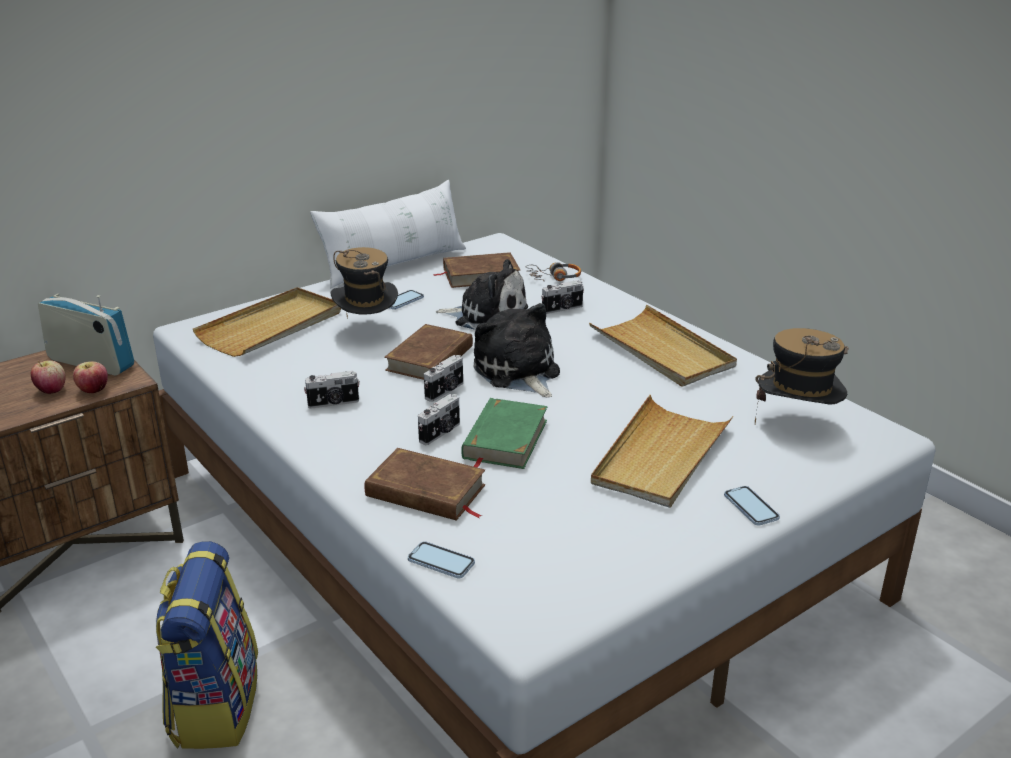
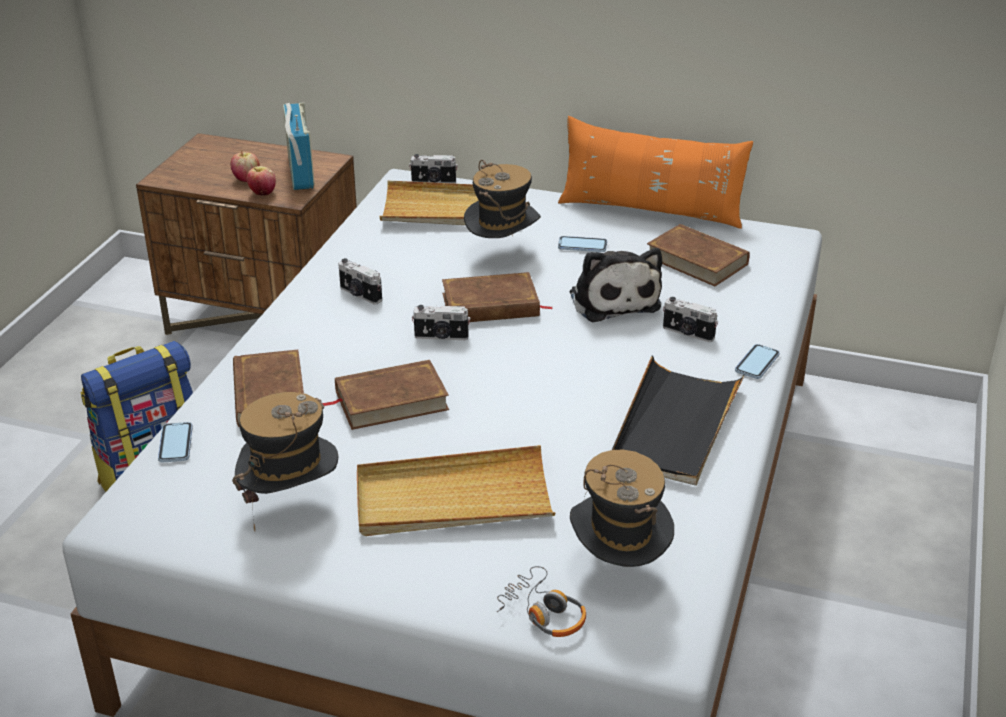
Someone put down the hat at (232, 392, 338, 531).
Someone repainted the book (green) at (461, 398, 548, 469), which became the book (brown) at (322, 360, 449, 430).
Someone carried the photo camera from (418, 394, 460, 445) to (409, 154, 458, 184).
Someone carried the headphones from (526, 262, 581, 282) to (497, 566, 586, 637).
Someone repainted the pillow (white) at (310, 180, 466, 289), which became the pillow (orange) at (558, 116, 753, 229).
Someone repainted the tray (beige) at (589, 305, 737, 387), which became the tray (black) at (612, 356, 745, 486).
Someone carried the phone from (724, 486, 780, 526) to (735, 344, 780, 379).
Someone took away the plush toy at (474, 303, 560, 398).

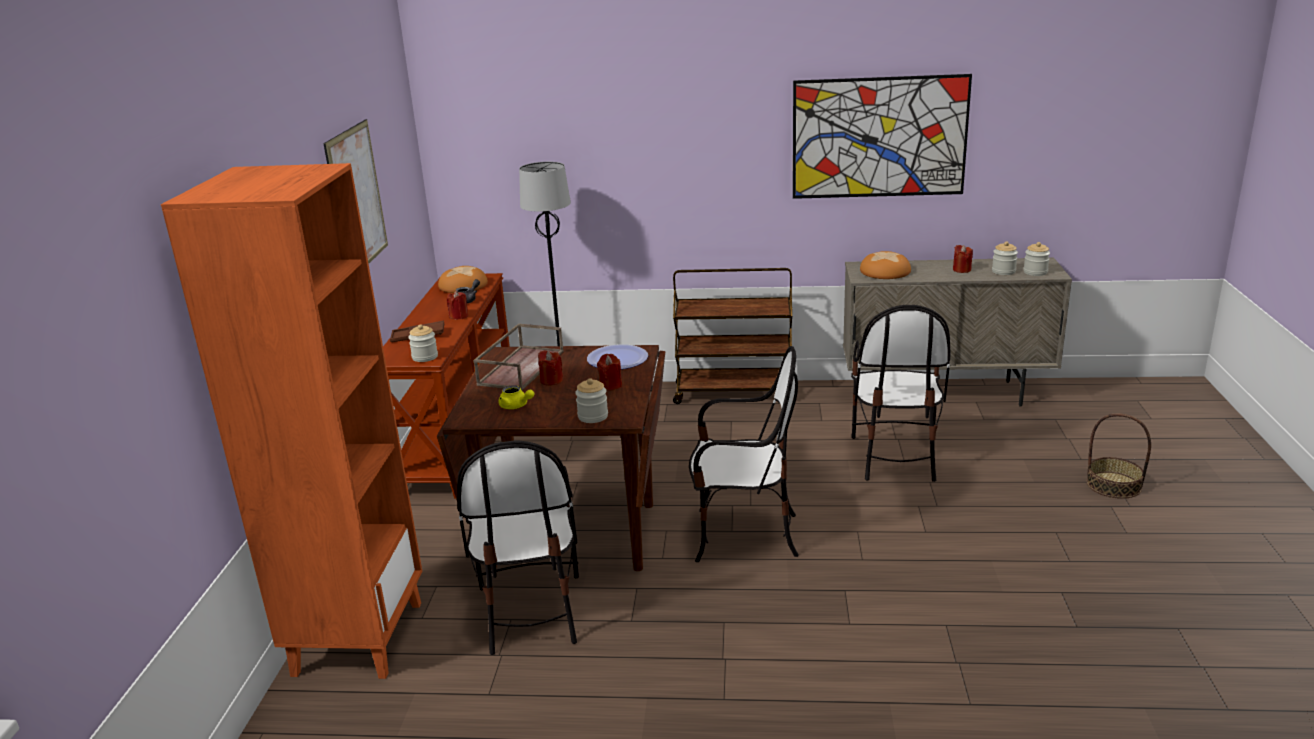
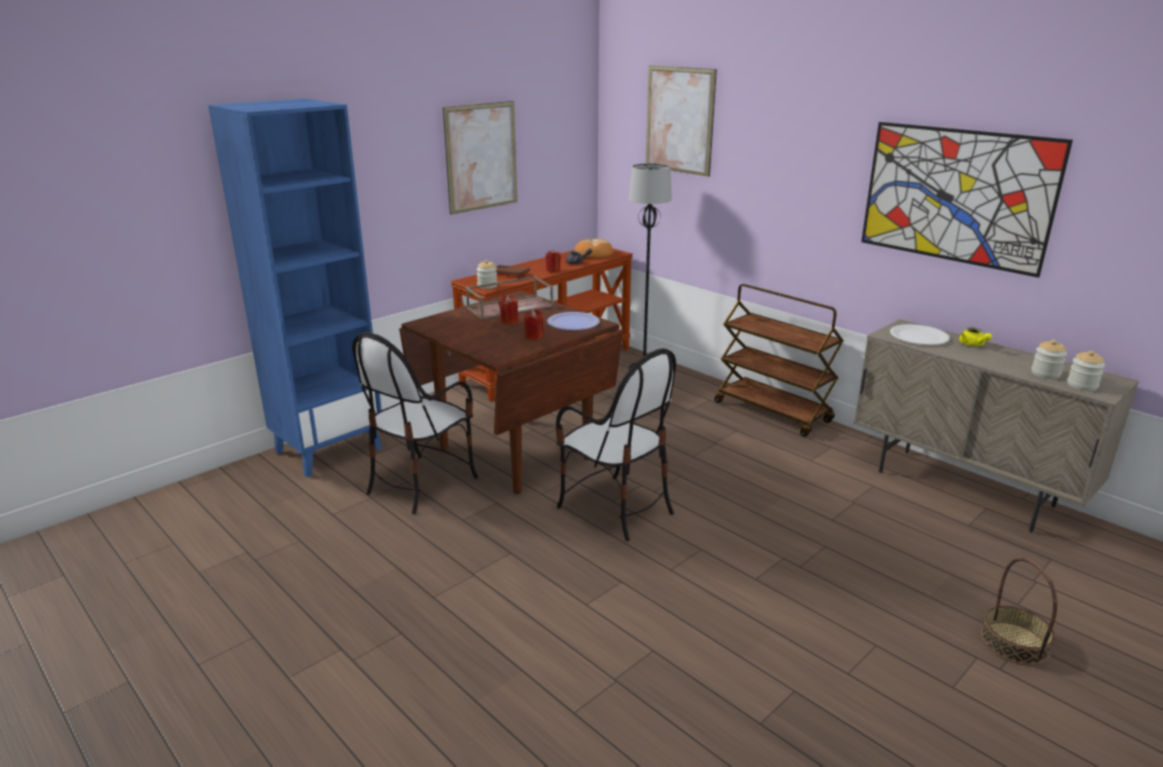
Someone repainted the bookcase (orange) at (161, 163, 422, 679), which became the bookcase (blue) at (208, 99, 382, 477).
Someone put up the picture at (646, 66, 717, 177).
Someone swapped the bread at (860, 251, 911, 279) for the plate (white) at (890, 324, 950, 345).
Someone carried the teapot (yellow) from (499, 385, 534, 409) to (959, 327, 992, 346).
Someone took away the jar at (575, 378, 608, 423).
Someone took away the chair at (851, 305, 950, 482).
Someone took away the candle (red) at (953, 245, 973, 273).

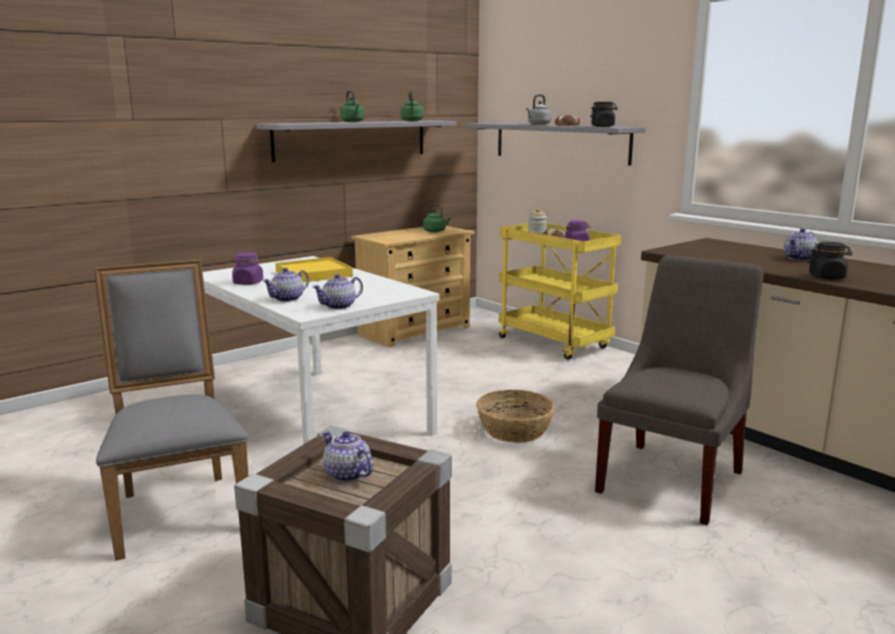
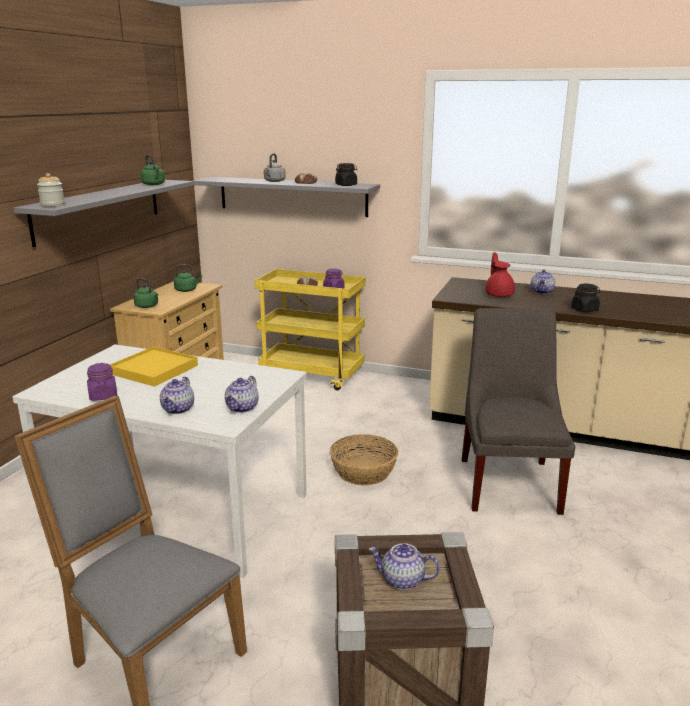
Someone carried the jar from (528, 209, 547, 234) to (37, 173, 65, 207).
Someone carried the kettle (green) from (340, 90, 364, 122) to (133, 278, 158, 308).
Someone put down the teapot (red) at (485, 252, 515, 297).

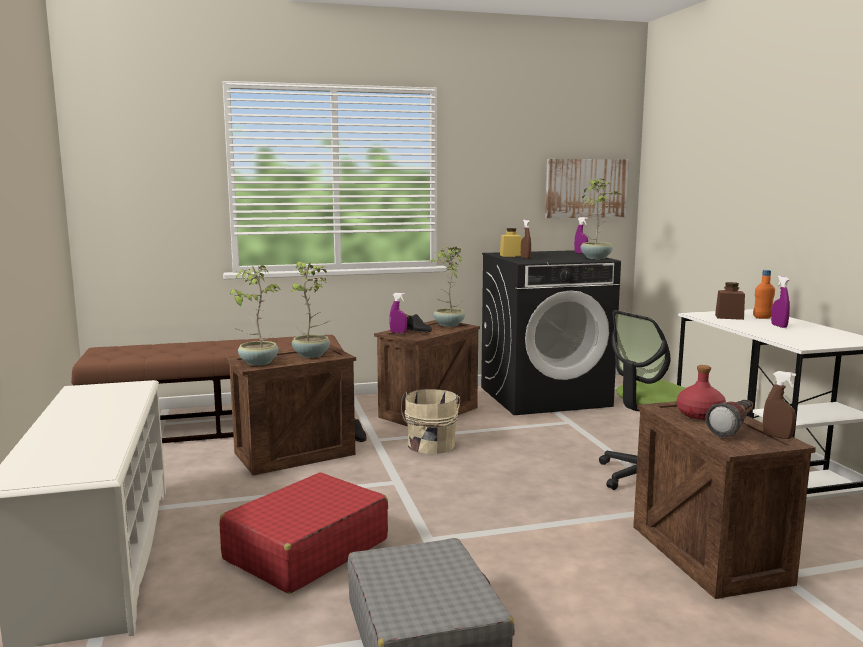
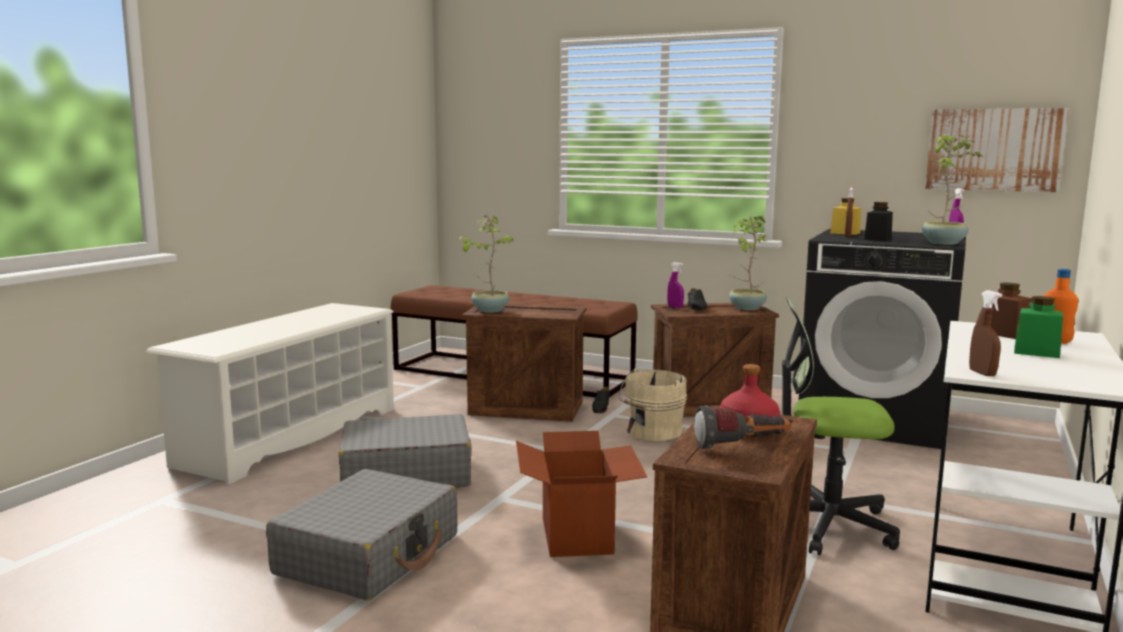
Someone repainted the suitcase (red) at (220, 473, 388, 594), which became the suitcase (grey) at (339, 414, 472, 487).
Someone put down the cardboard box at (516, 431, 647, 557).
Someone put down the jar (black) at (864, 202, 893, 241).
Someone carried the spray bottle (brown) from (763, 371, 796, 439) to (969, 290, 1002, 376).
Someone swapped the spray bottle (purple) at (771, 276, 790, 328) for the jar (green) at (1014, 296, 1063, 358).
Someone took away the potted plant at (292, 261, 330, 358).

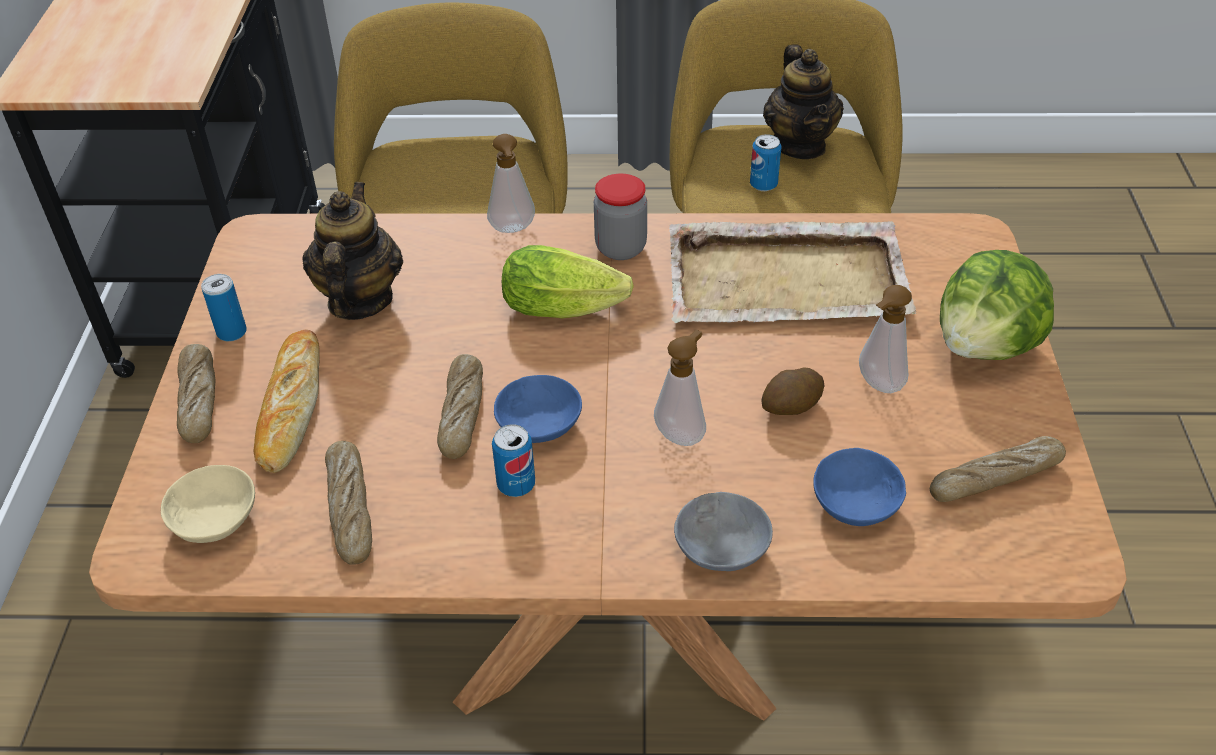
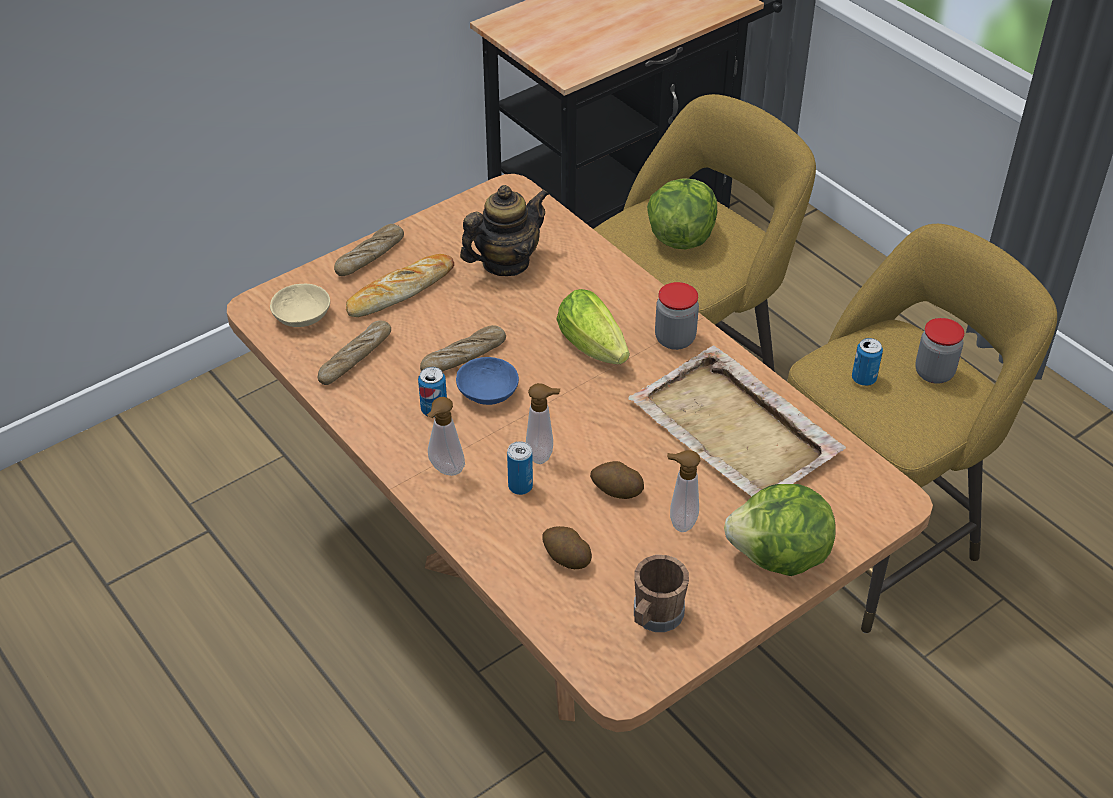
Someone carried the soap dispenser from (487, 134, 535, 233) to (427, 397, 465, 476).
Someone carried the can from (201, 274, 247, 342) to (507, 441, 533, 495).
Someone swapped the bowl (blue) at (813, 448, 906, 526) for the potato at (542, 526, 592, 569).
Someone swapped the bread at (930, 436, 1066, 502) for the mug (brown) at (634, 555, 689, 632).
Someone put down the lettuce at (647, 179, 717, 249).
Someone swapped the teapot at (763, 44, 844, 159) for the jar at (915, 318, 964, 384).
Someone took away the bowl (grey) at (674, 492, 773, 571).

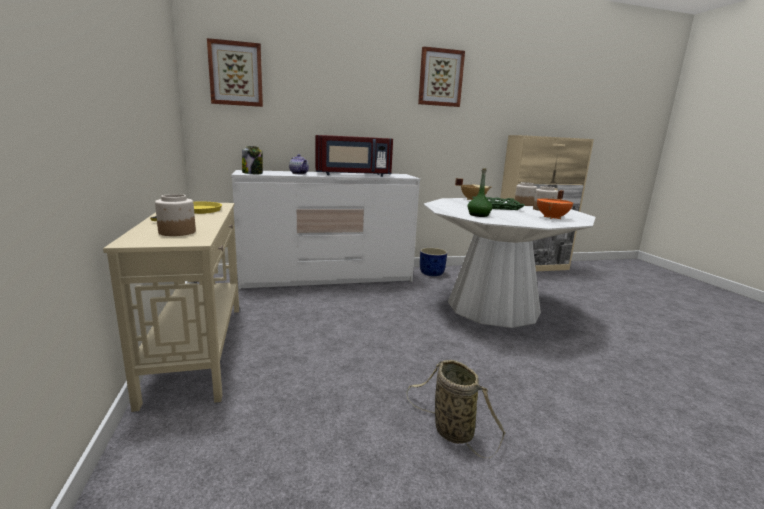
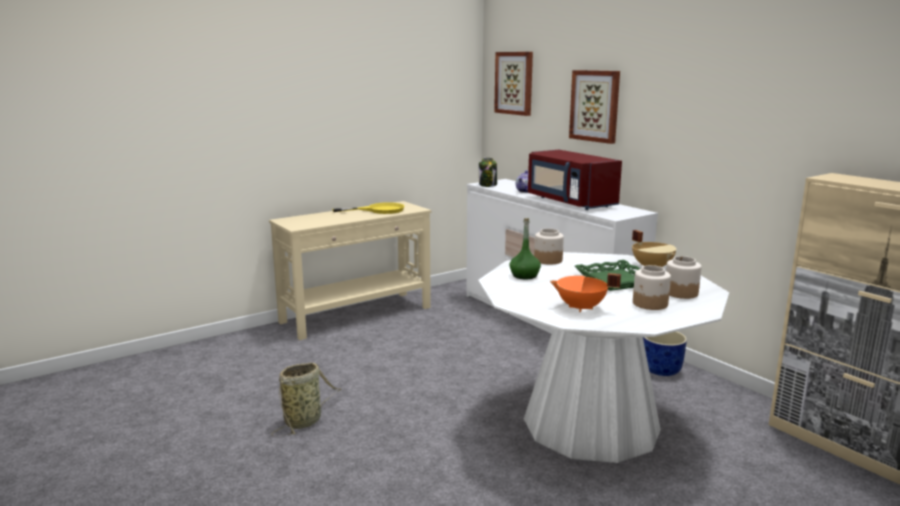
Someone carried the jar from (155, 194, 196, 236) to (534, 229, 564, 265).
Someone carried the picture from (418, 46, 465, 107) to (569, 70, 620, 144).

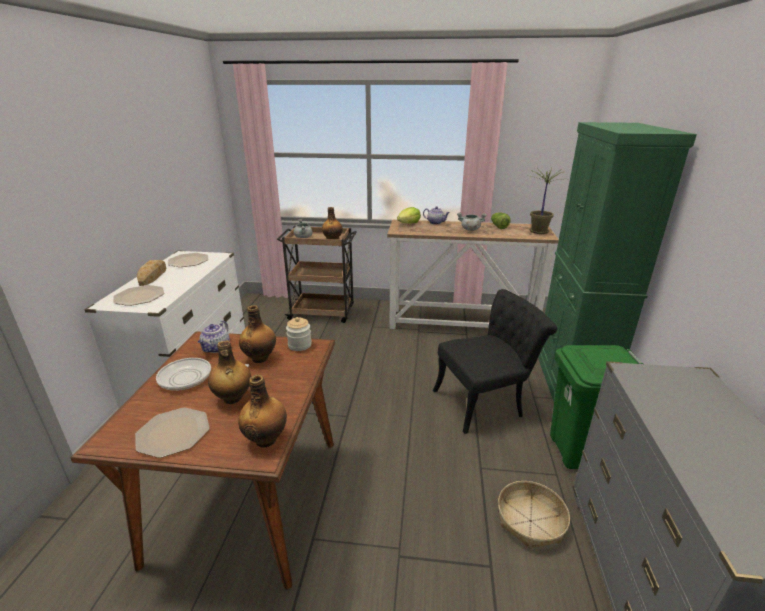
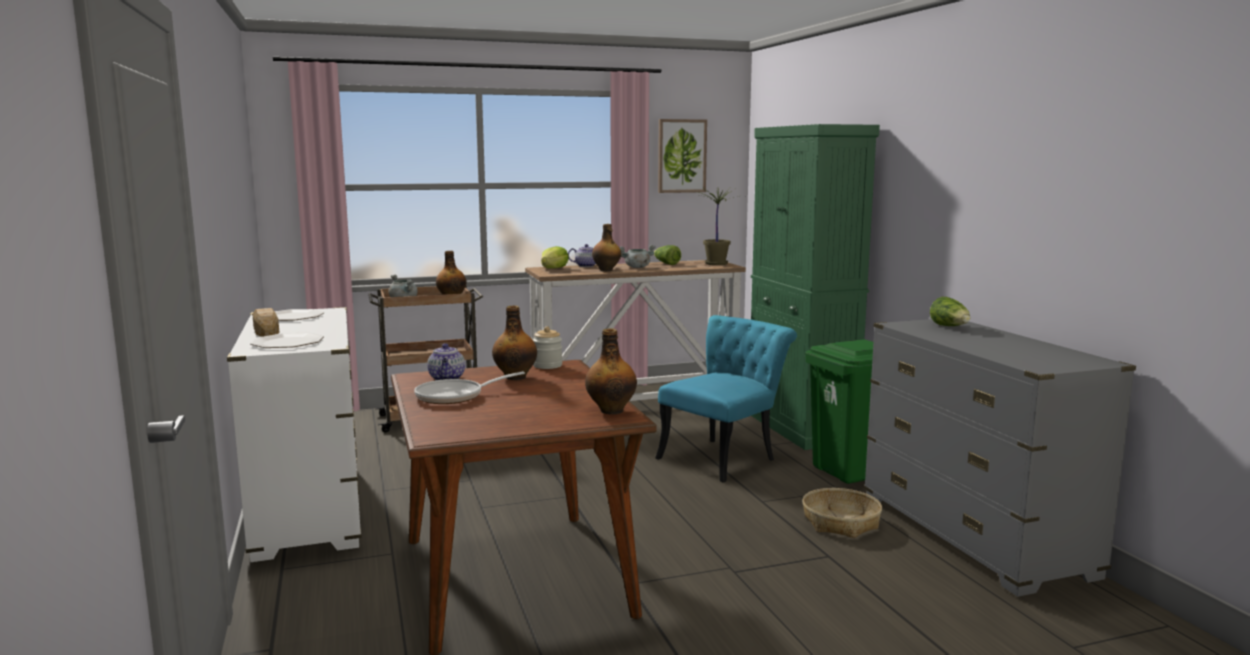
Someone carried the bottle from (208, 340, 251, 404) to (592, 224, 621, 271).
Someone repainted the chair (black) at (433, 289, 557, 434), which became the chair (turquoise) at (655, 315, 797, 482).
Someone put up the picture at (658, 119, 707, 193).
Someone put down the lettuce at (930, 297, 970, 326).
Someone took away the plate at (135, 408, 210, 458).

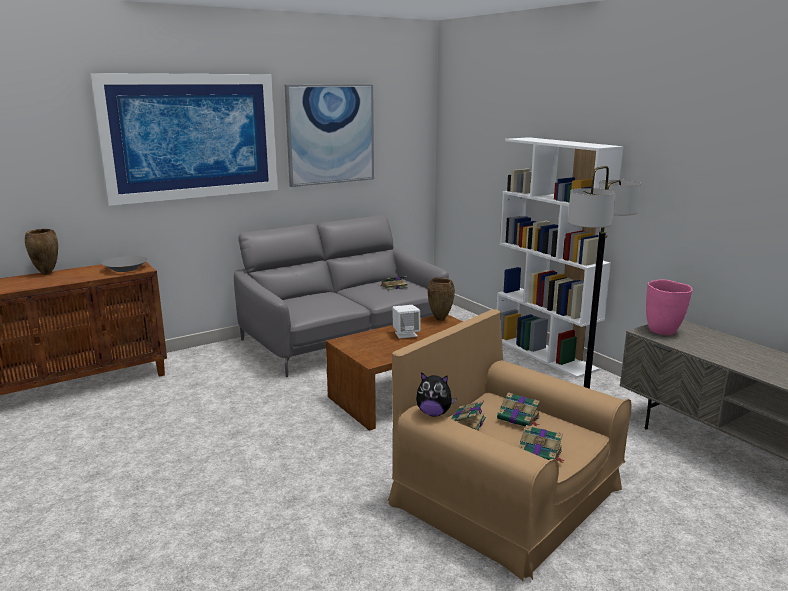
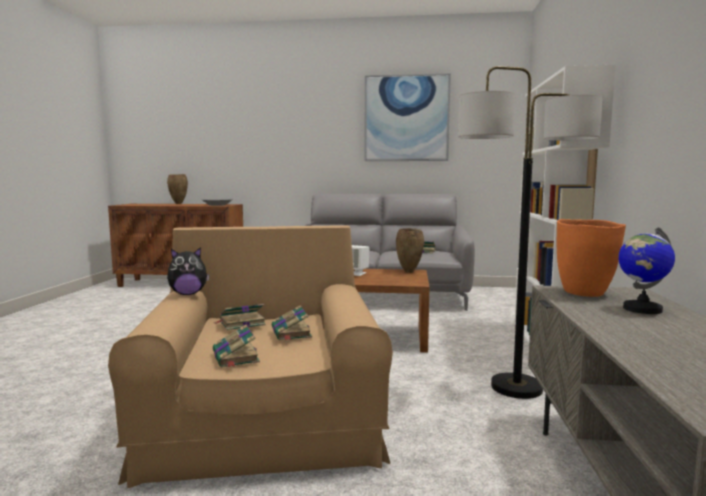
Someone rotated the plush toy at (416, 372, 457, 416) by 75 degrees counterclockwise.
Someone repainted the vase (pink) at (646, 280, 693, 335), which became the vase (orange) at (557, 219, 626, 297).
Someone put down the globe at (618, 227, 675, 314).
Someone took away the picture at (89, 73, 278, 206).

